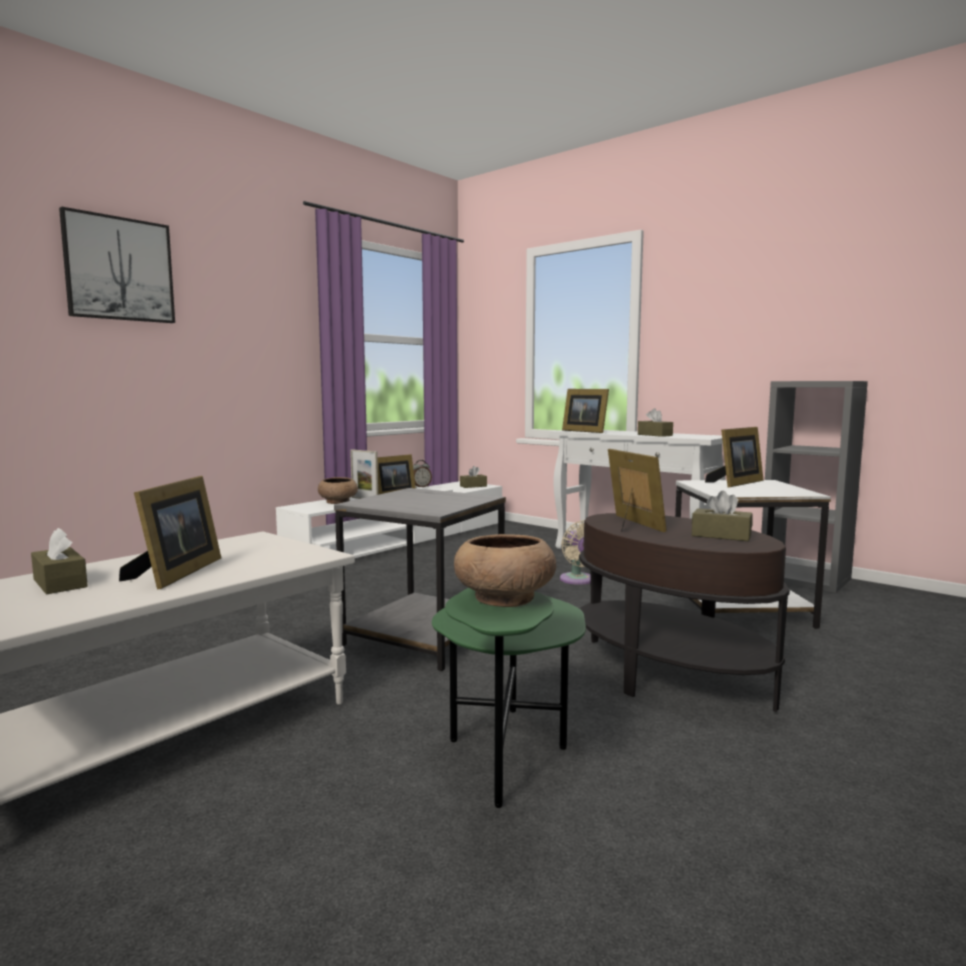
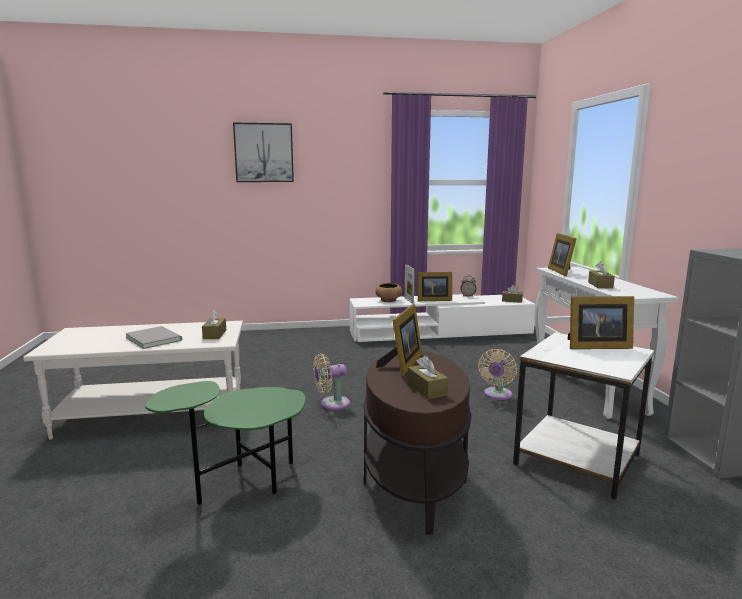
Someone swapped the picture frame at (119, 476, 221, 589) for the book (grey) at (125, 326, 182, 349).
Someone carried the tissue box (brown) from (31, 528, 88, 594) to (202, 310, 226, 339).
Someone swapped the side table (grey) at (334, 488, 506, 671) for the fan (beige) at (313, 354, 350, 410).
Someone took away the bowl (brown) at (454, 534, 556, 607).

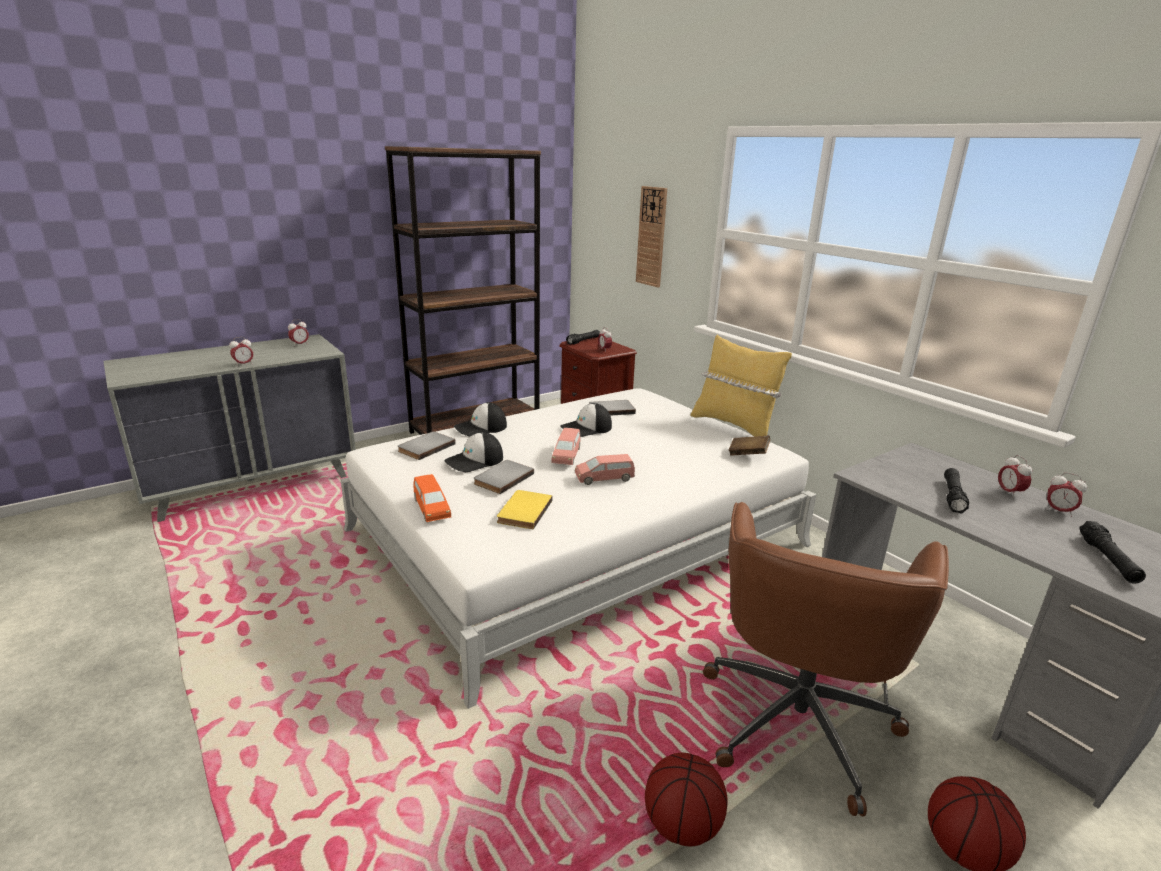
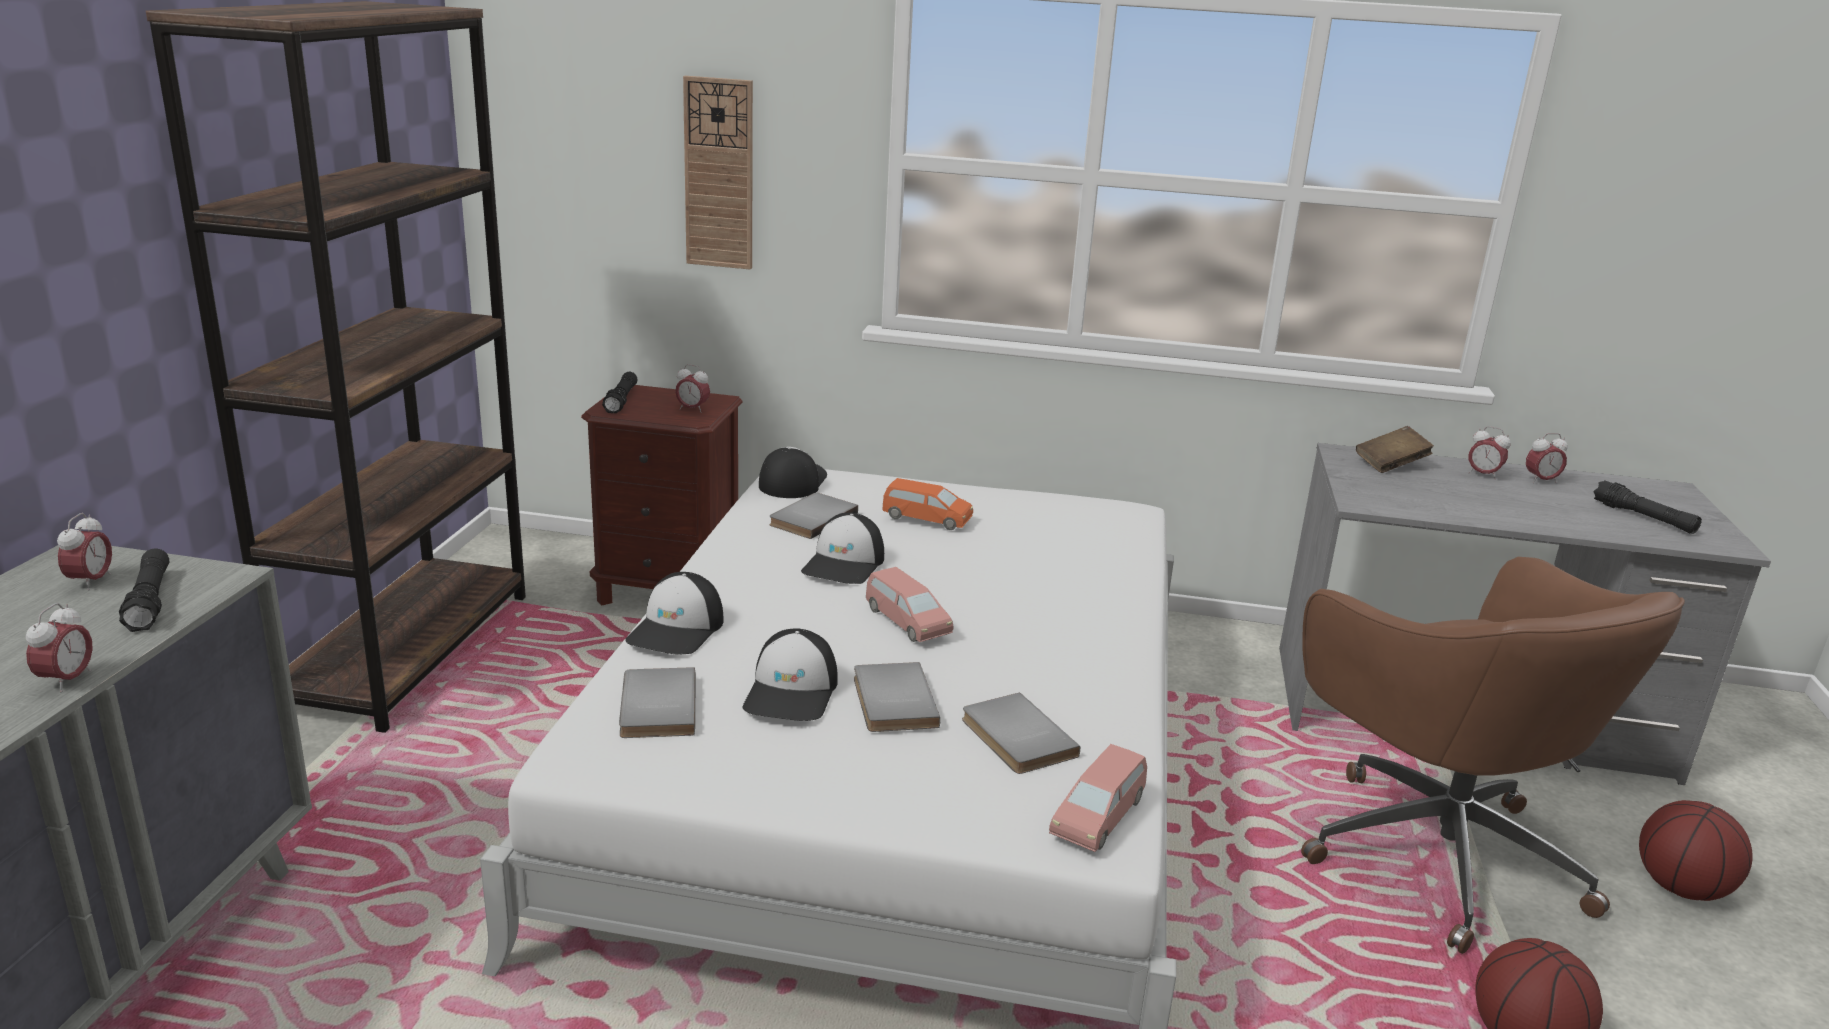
Someone carried the flashlight (black) from (944, 468, 969, 513) to (119, 549, 169, 632).
Someone put down the cap at (759, 447, 827, 498).
Someone carried the toy car (orange) from (413, 474, 451, 522) to (882, 478, 973, 530).
Someone repainted the book (yellow) at (497, 490, 553, 529), which became the book (grey) at (962, 693, 1080, 774).
Someone carried the toy car (pink) from (575, 454, 635, 485) to (1049, 744, 1147, 852).
Someone carried the book (brown) from (729, 435, 770, 456) to (1356, 426, 1434, 473).
Someone took away the pillow (yellow) at (690, 335, 792, 436).

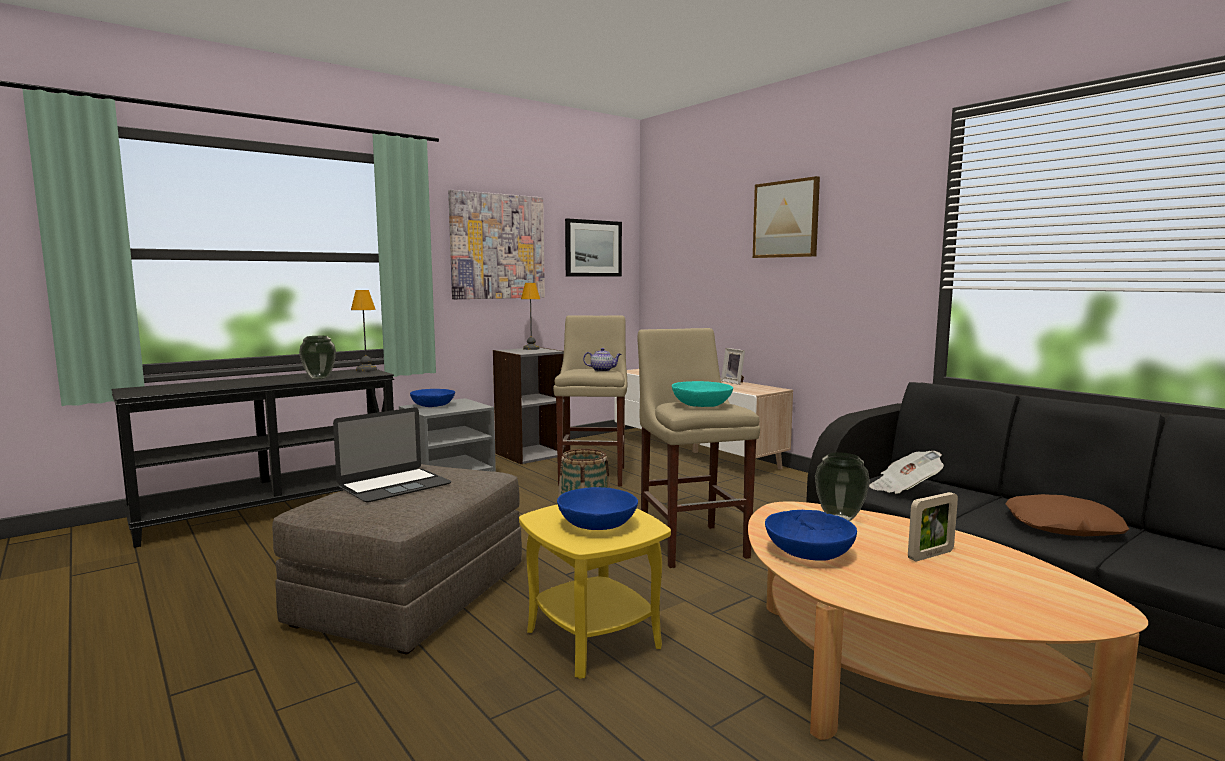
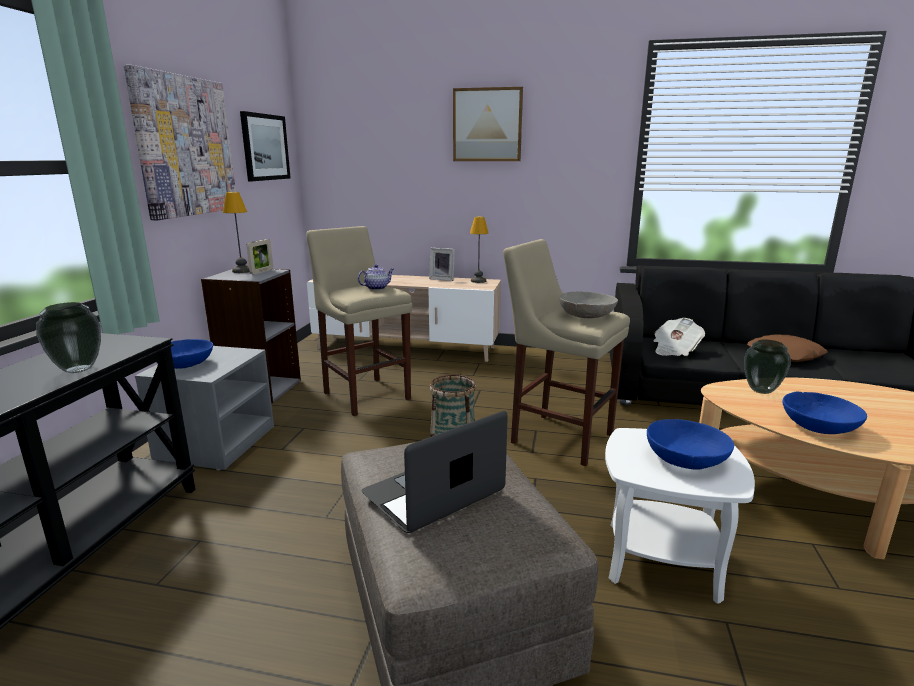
Someone carried the picture frame from (908, 492, 958, 561) to (247, 239, 273, 274).
Someone rotated the laptop at (333, 407, 452, 503) by 135 degrees counterclockwise.
Someone carried the table lamp from (351, 290, 377, 372) to (470, 217, 488, 283).
Someone repainted the bowl (turquoise) at (672, 381, 733, 407), which became the bowl (grey) at (559, 291, 618, 318).
Someone repainted the side table (yellow) at (519, 504, 671, 679), which became the side table (white) at (605, 428, 755, 604).

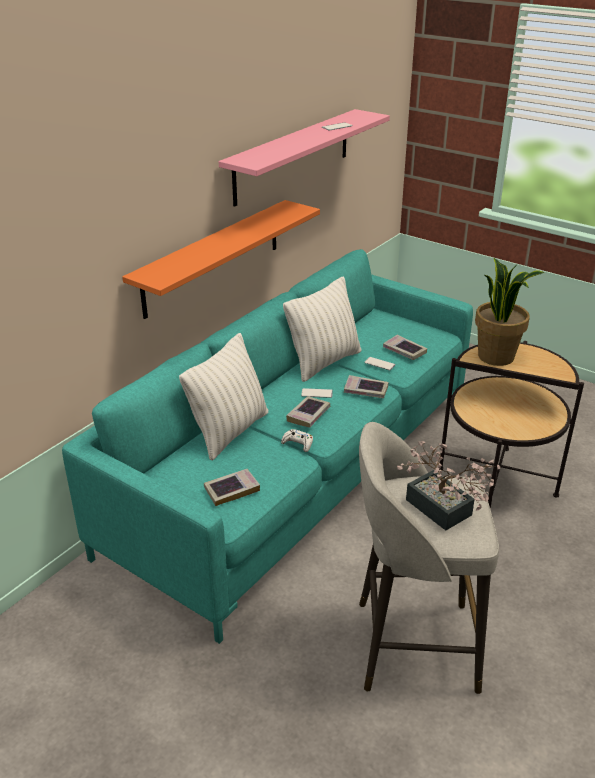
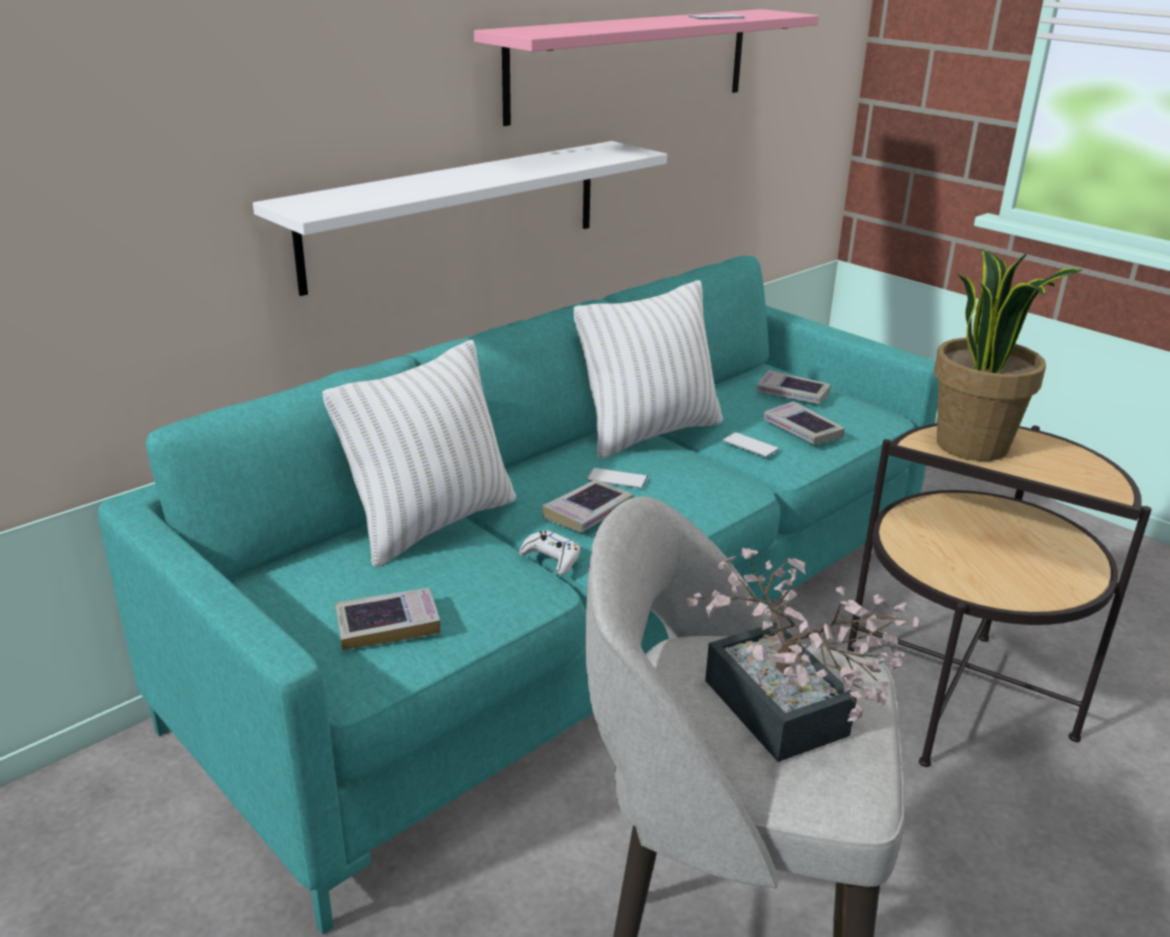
Someone repainted the shelf (orange) at (122, 200, 320, 319), which became the shelf (white) at (253, 141, 667, 296).
Someone carried the book from (344, 375, 389, 398) to (756, 370, 831, 404).

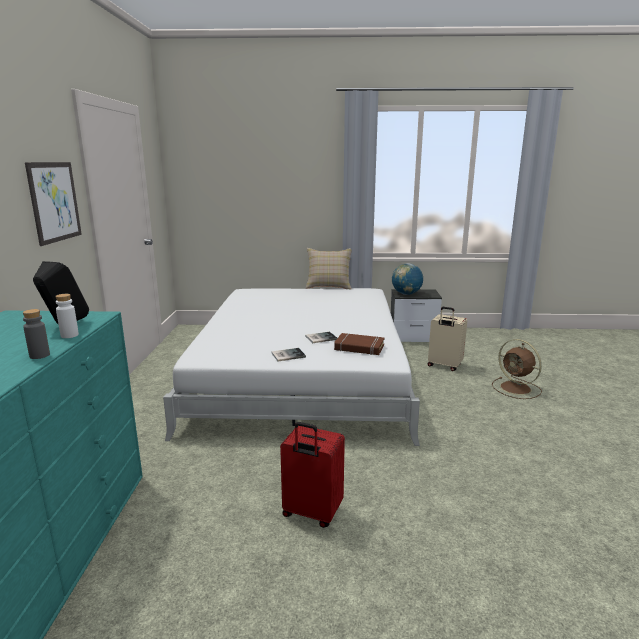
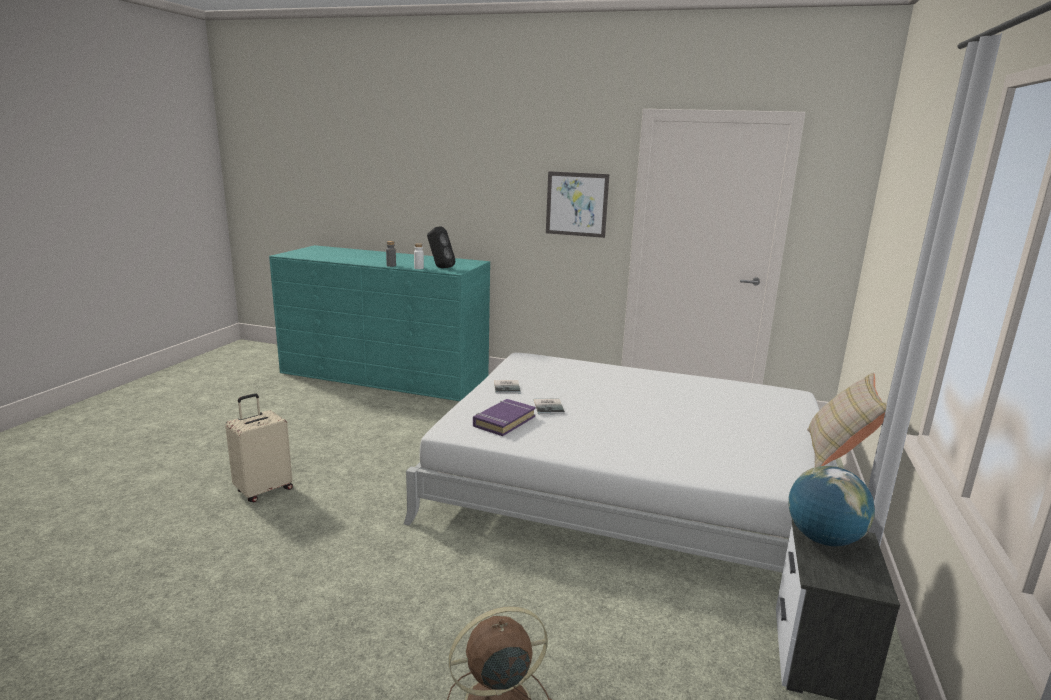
Someone carried the suitcase (beige) from (428, 307, 467, 371) to (225, 393, 293, 502).
Someone repainted the book (brown) at (334, 333, 385, 355), which became the book (purple) at (473, 399, 536, 436).
Someone took away the suitcase (red) at (280, 422, 345, 528).

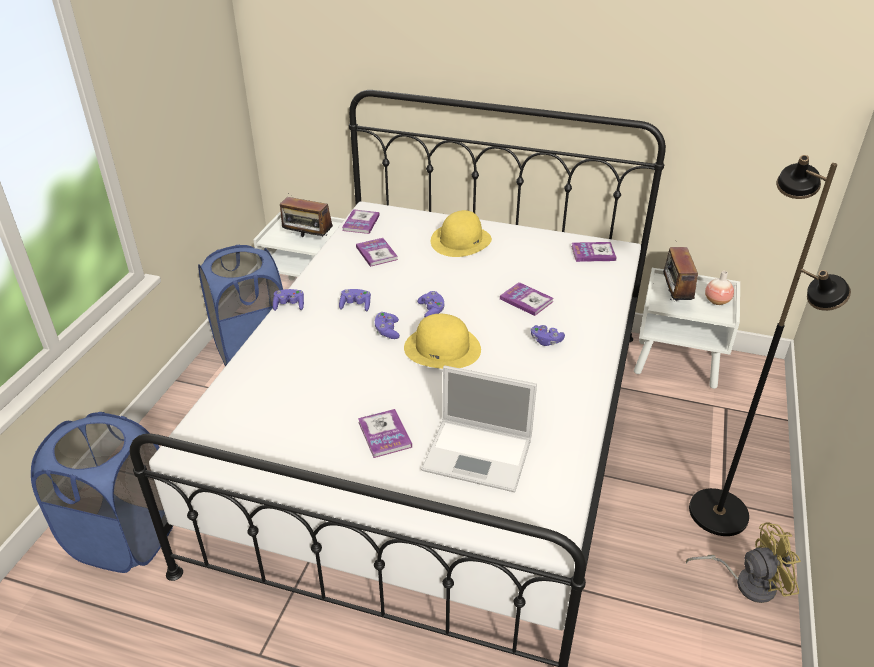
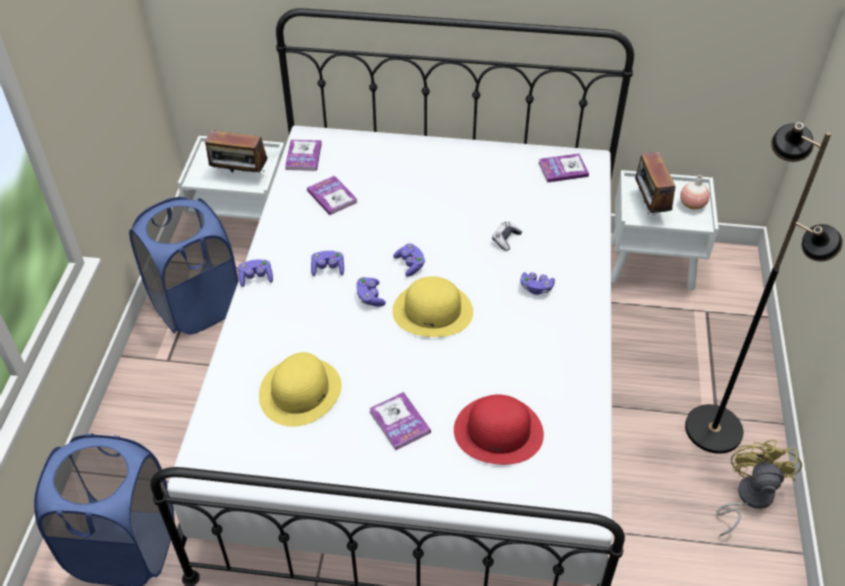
Someone carried the hat (yellow) from (431, 210, 492, 257) to (259, 352, 342, 427).
Someone swapped the laptop at (421, 365, 537, 492) for the hat (red) at (454, 394, 544, 465).
Someone swapped the book at (500, 282, 553, 316) for the game controller at (492, 222, 522, 251).
Someone rotated the fan (yellow) at (686, 522, 801, 603) by 60 degrees counterclockwise.

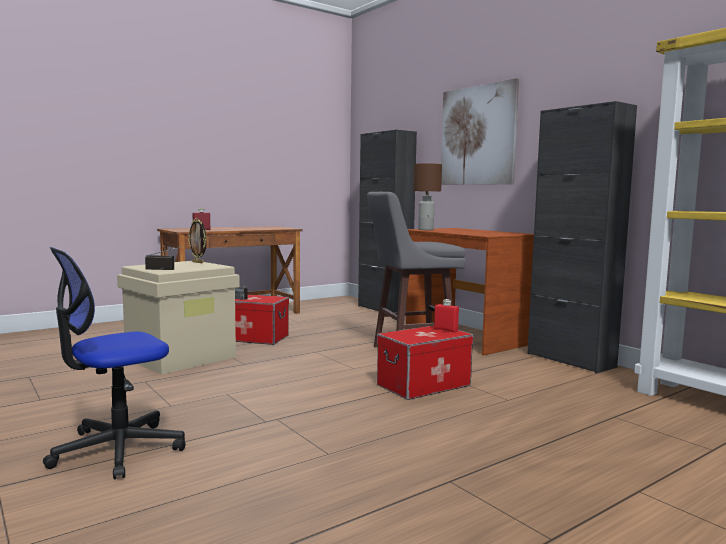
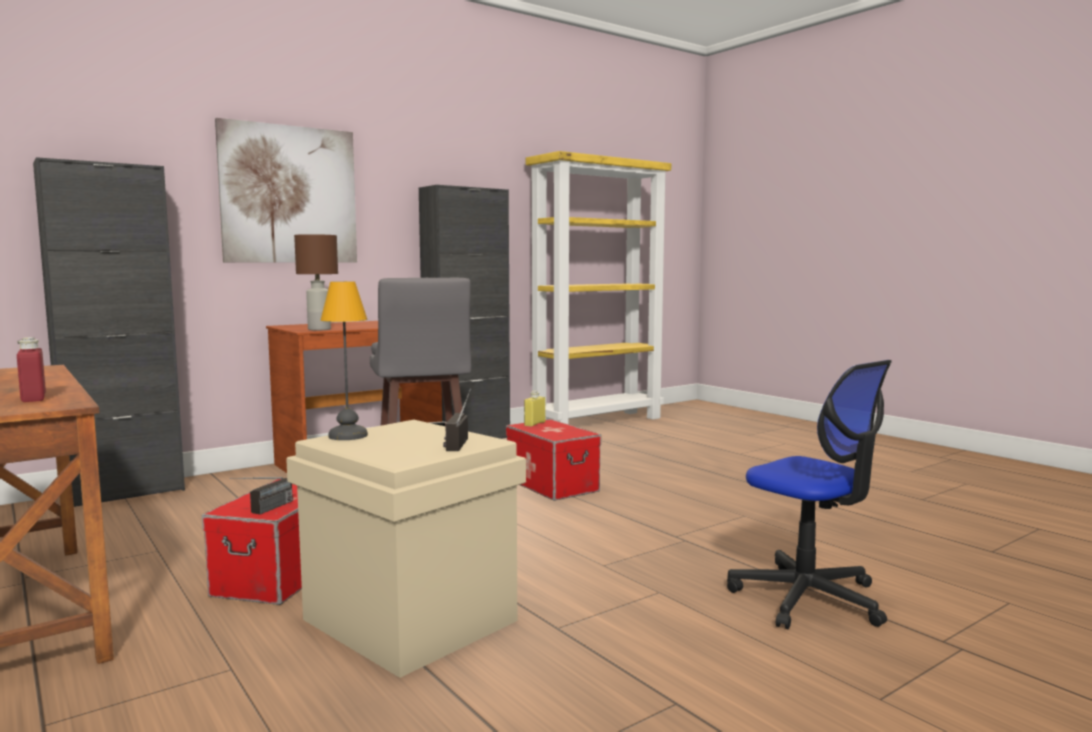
Someone swapped the picture frame at (188, 218, 207, 263) for the table lamp at (320, 281, 368, 440).
Someone repainted the bottle (red) at (434, 299, 459, 332), which became the bottle (yellow) at (524, 391, 545, 427).

